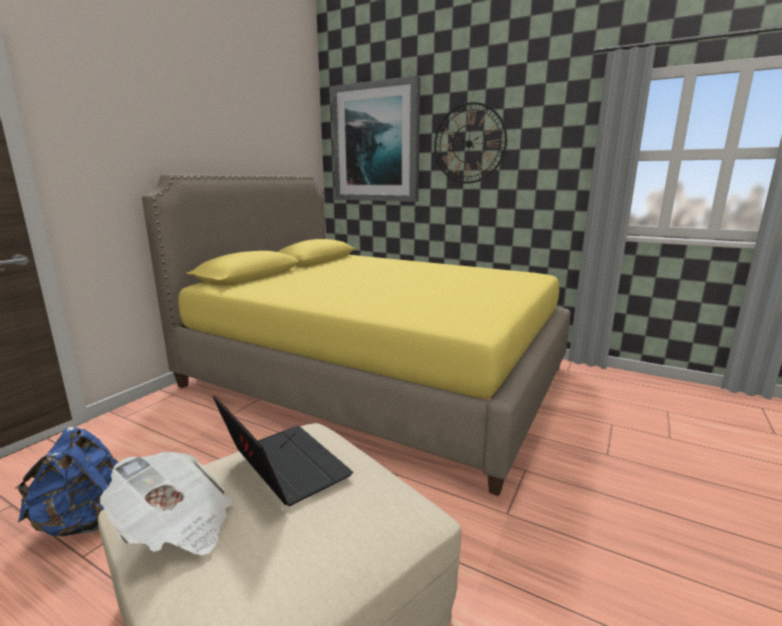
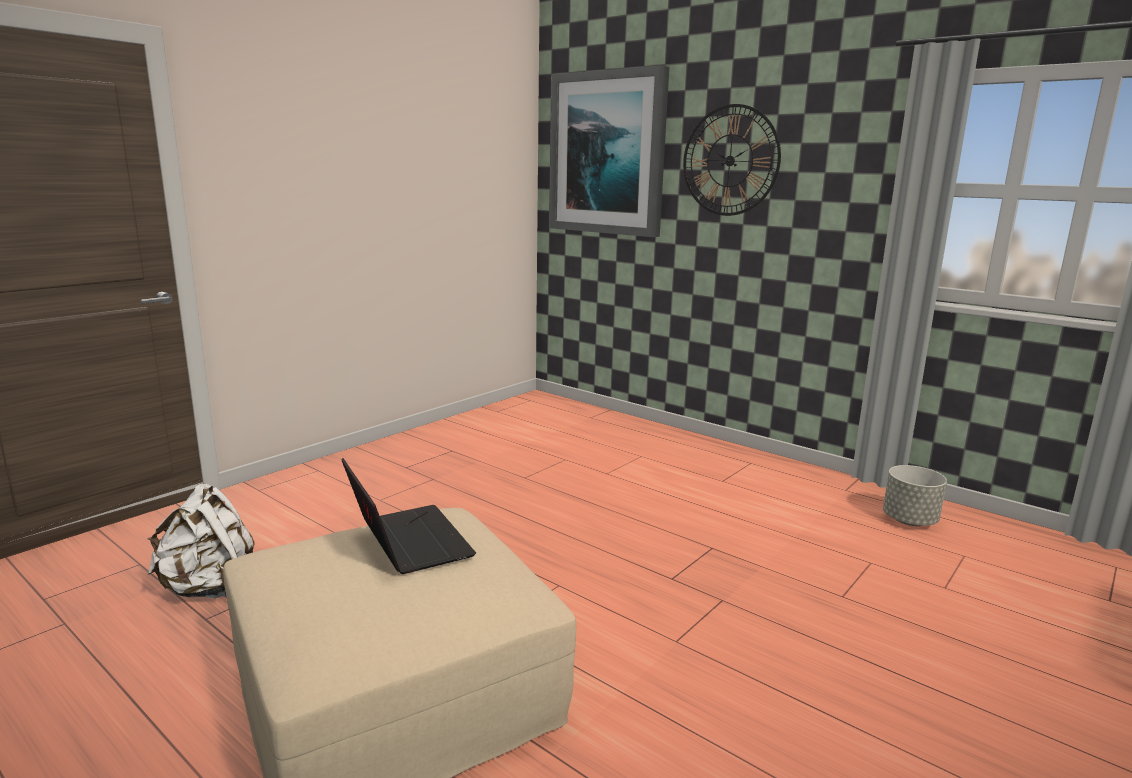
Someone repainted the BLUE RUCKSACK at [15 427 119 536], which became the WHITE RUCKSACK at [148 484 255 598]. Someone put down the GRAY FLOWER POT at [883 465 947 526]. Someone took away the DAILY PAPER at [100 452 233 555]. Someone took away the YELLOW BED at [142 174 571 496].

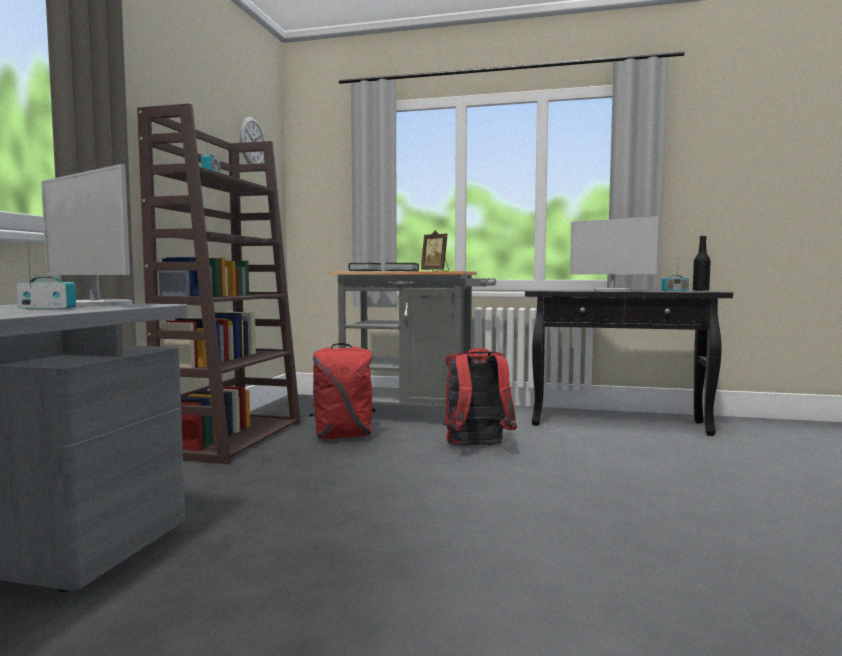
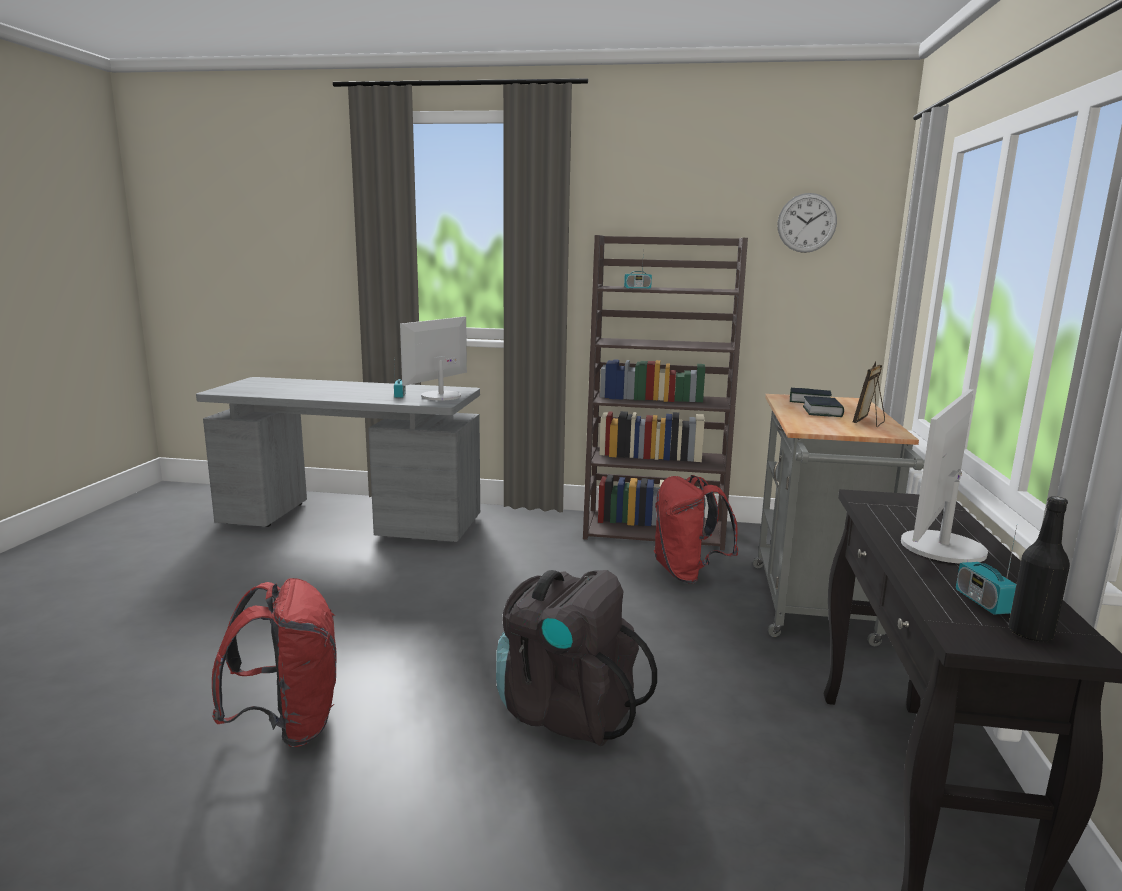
Someone carried the RED-COLOURED RUCKSACK from [443 348 517 445] to [212 578 337 747]. Someone put down the BLACKISH RUCKSACK at [496 570 657 746].

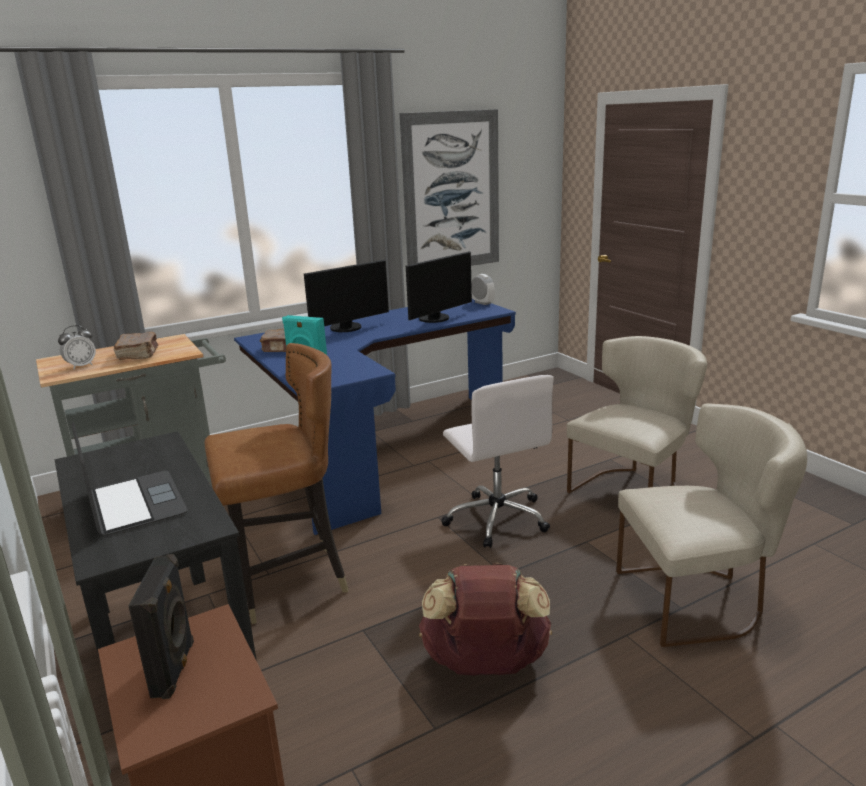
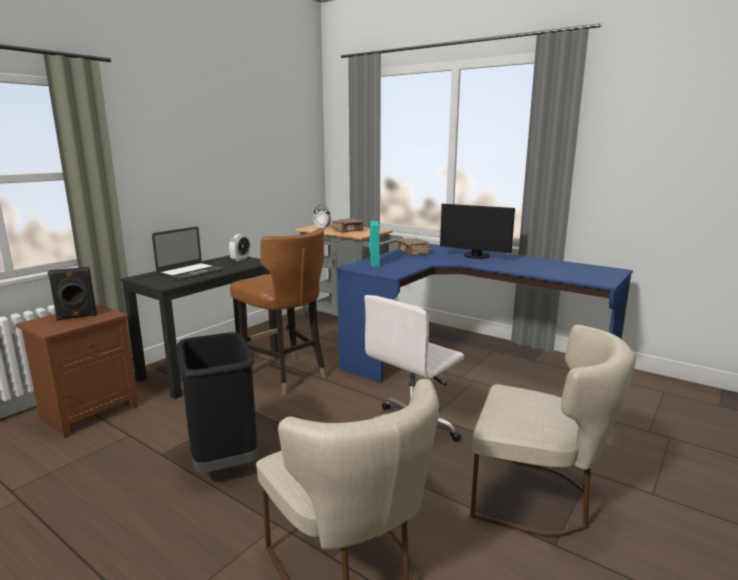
Someone swapped the BROWN-COLOURED RUCKSACK at [419 563 552 675] for the BLACKISH RUBBISH BIN at [176 332 258 473]. Someone carried the ALARM CLOCK from [471 274 495 305] to [229 234 250 261]. Someone took away the PICTURE at [400 109 499 266]. Someone took away the COMPUTER DISPLAY at [406 251 472 323].

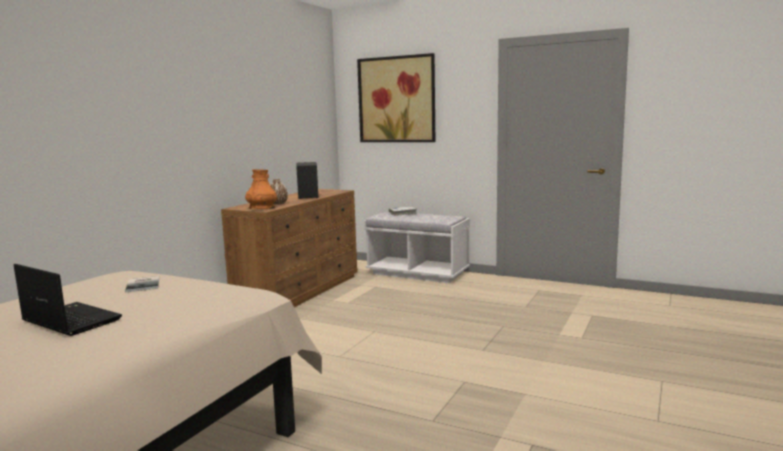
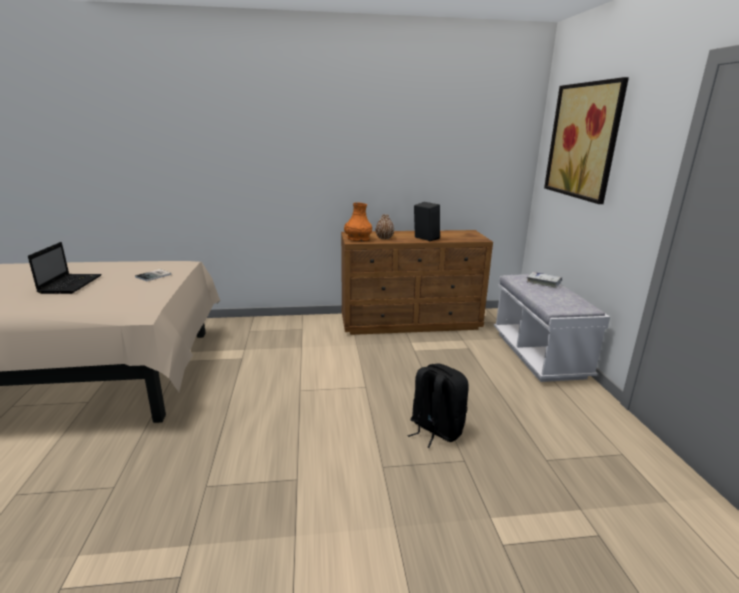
Someone put down the BLACKISH RUCKSACK at [408 364 469 448].

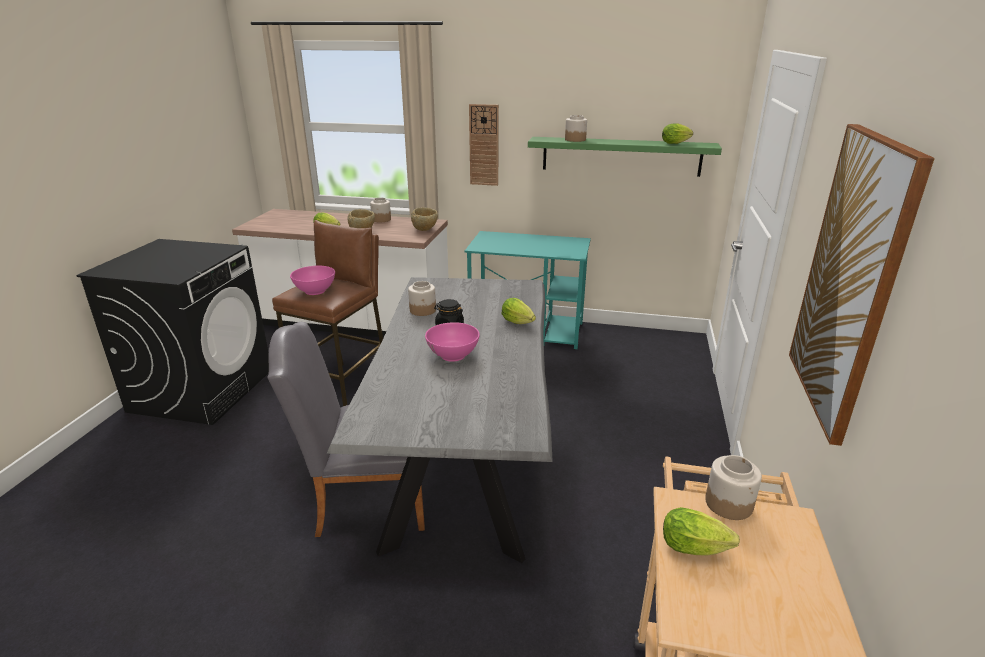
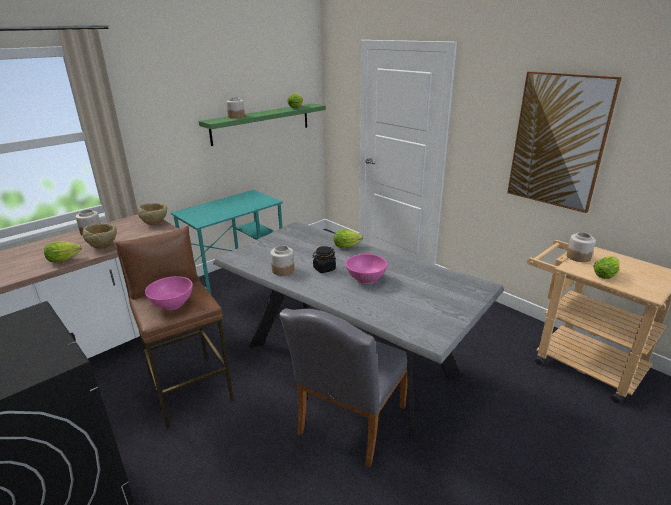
Someone took away the WALL CLOCK at [469 104 499 186].

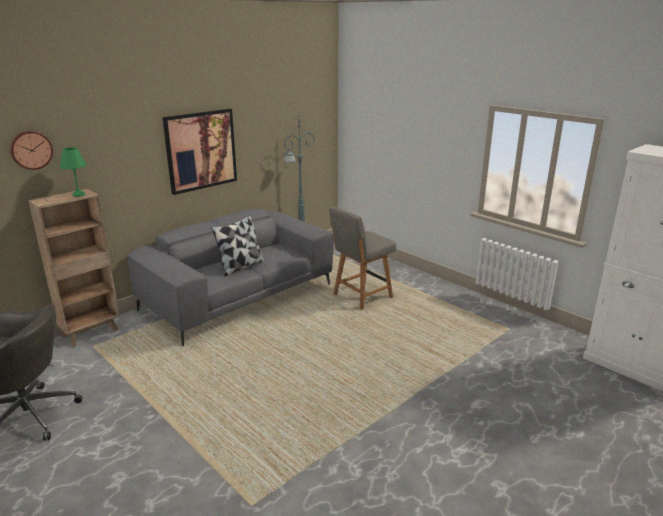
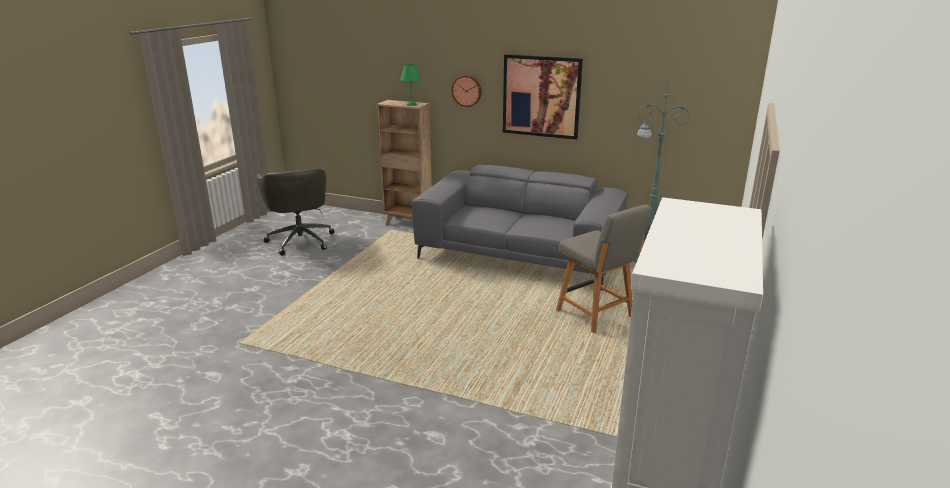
Someone carried the WALL CLOCK from [10 131 53 170] to [452 75 482 107]. Someone rotated the GRAY PLAIN CHAIR at [329 207 396 310] by 150 degrees counterclockwise. Someone took away the CUSHION at [211 215 264 276].

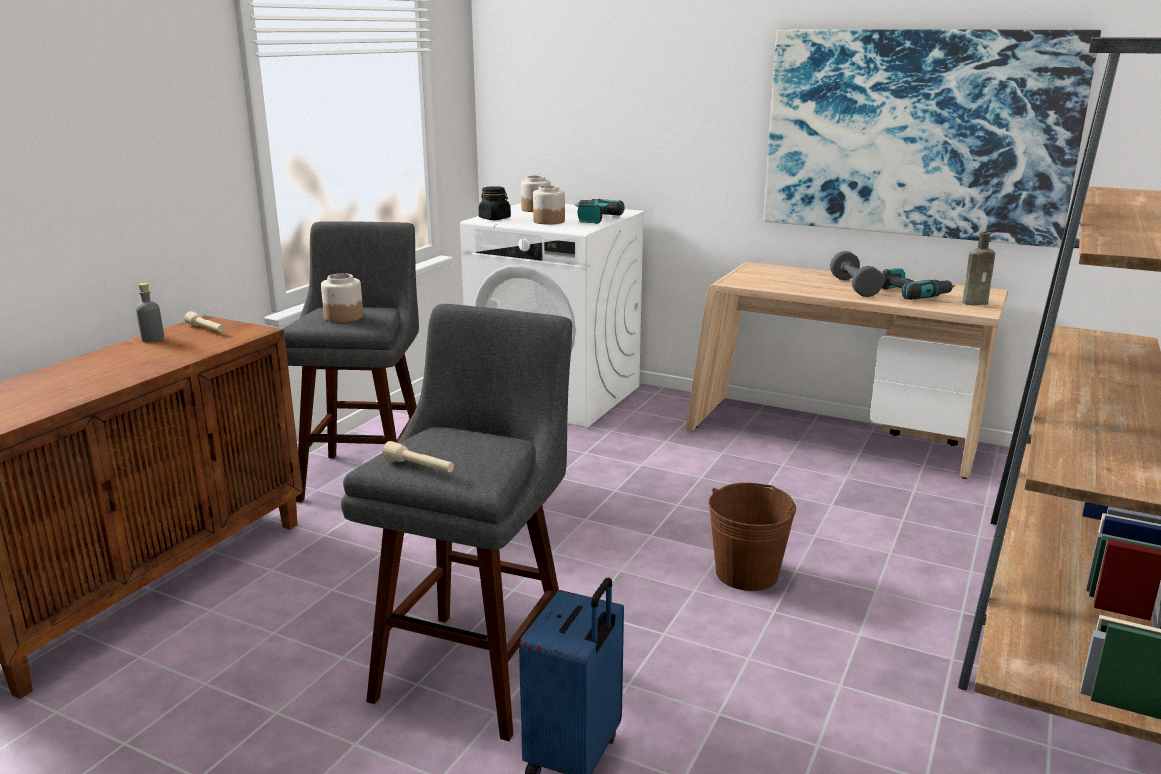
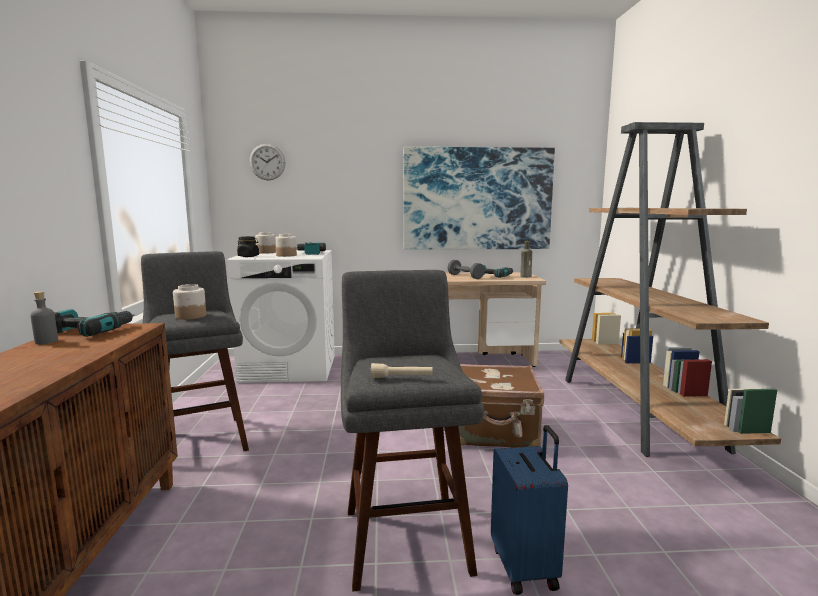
Someone swapped the BEIGE HAND TORCH at [184 311 225 332] for the DRILL at [54 309 134 337]. Someone put up the WALL CLOCK at [249 144 286 181]. Someone swapped the BROWN-COLOURED BUCKET at [709 483 796 591] for the BROWN-COLOURED TRAVEL CASE at [459 364 544 448].

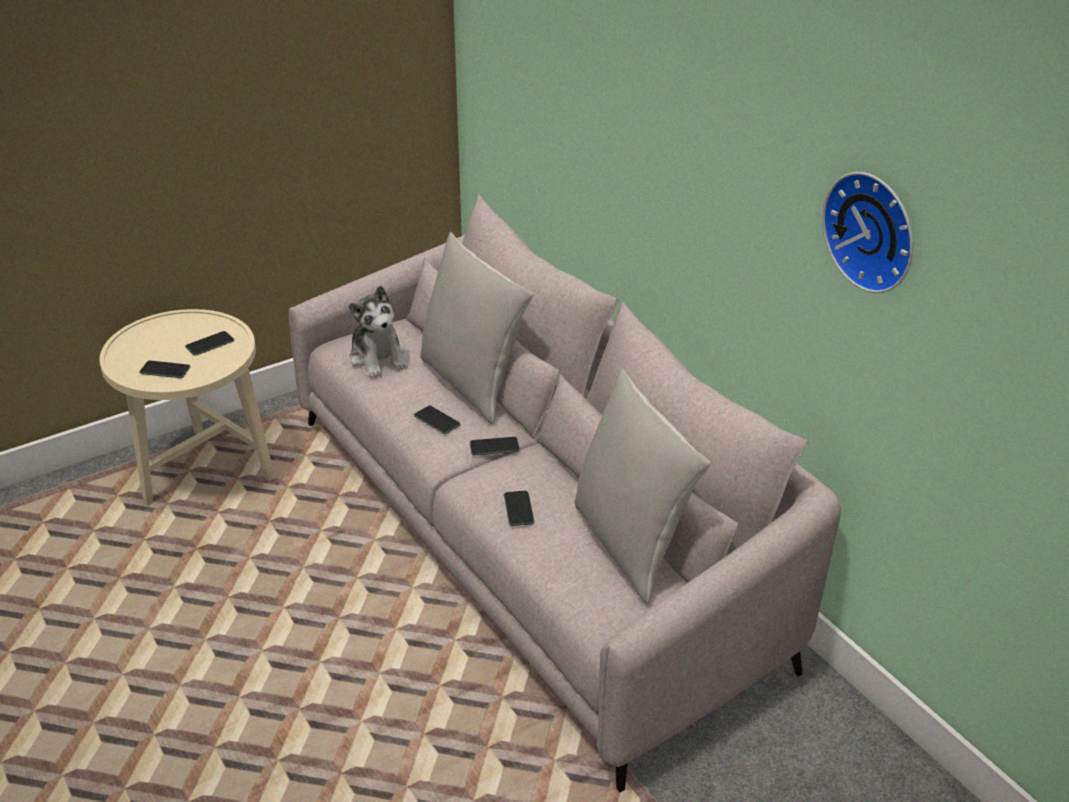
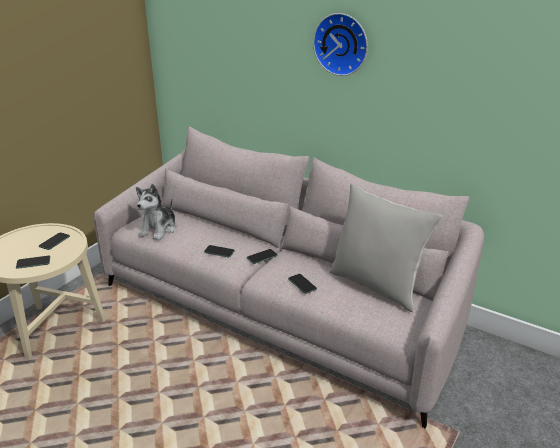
Someone rotated the SOFT TOY at [349 285 408 378] by 75 degrees clockwise. Someone carried the WALL CLOCK from [822 172 913 293] to [313 13 368 76]. Someone took away the GRAY CUSHION at [420 232 533 424].

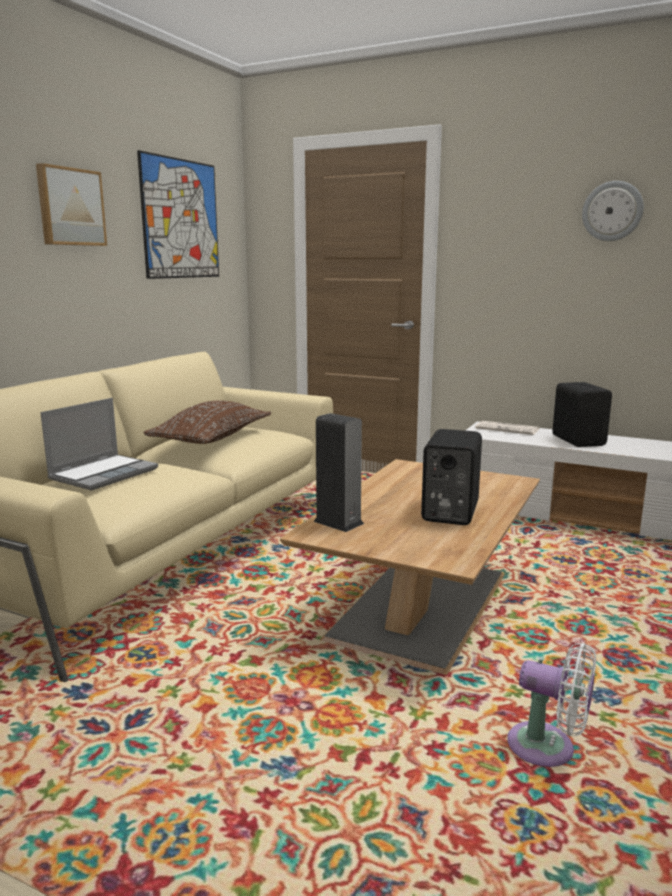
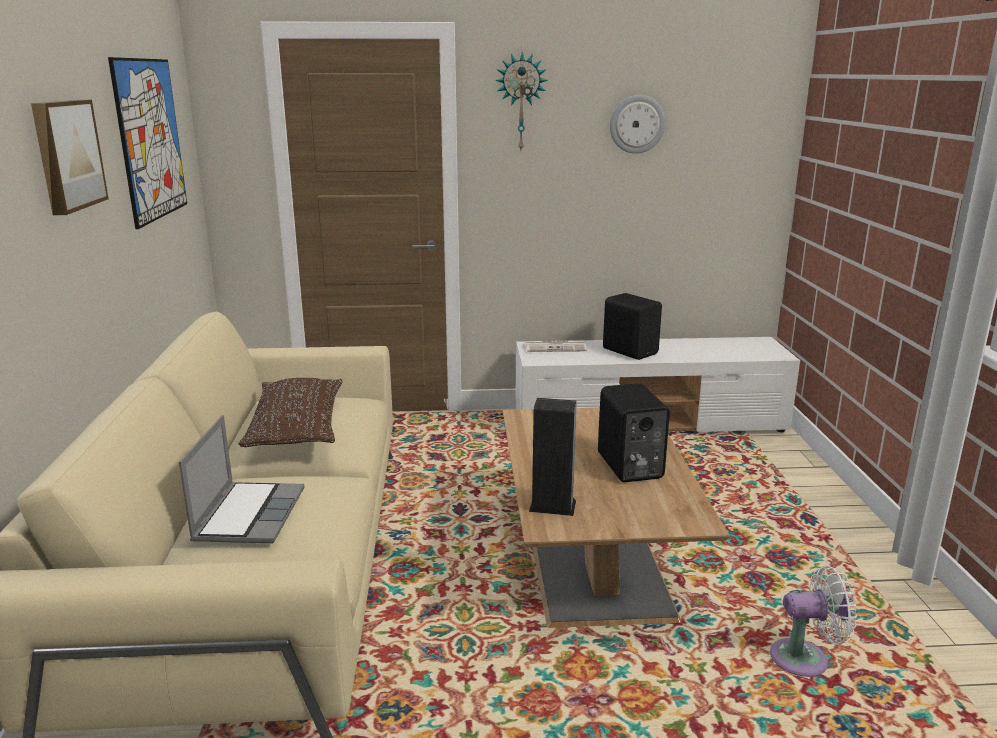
Someone put up the WALL CLOCK at [495 52 548 150].

